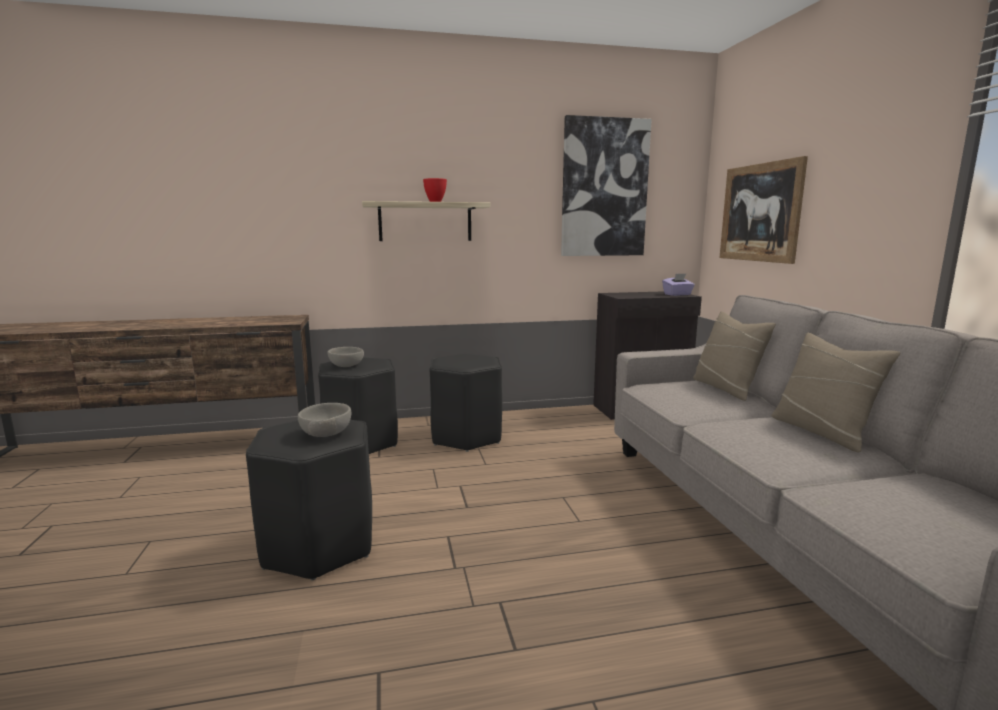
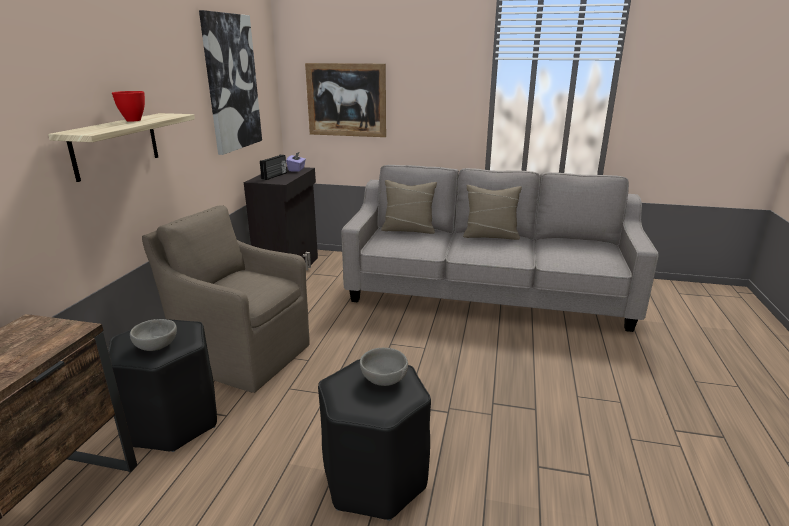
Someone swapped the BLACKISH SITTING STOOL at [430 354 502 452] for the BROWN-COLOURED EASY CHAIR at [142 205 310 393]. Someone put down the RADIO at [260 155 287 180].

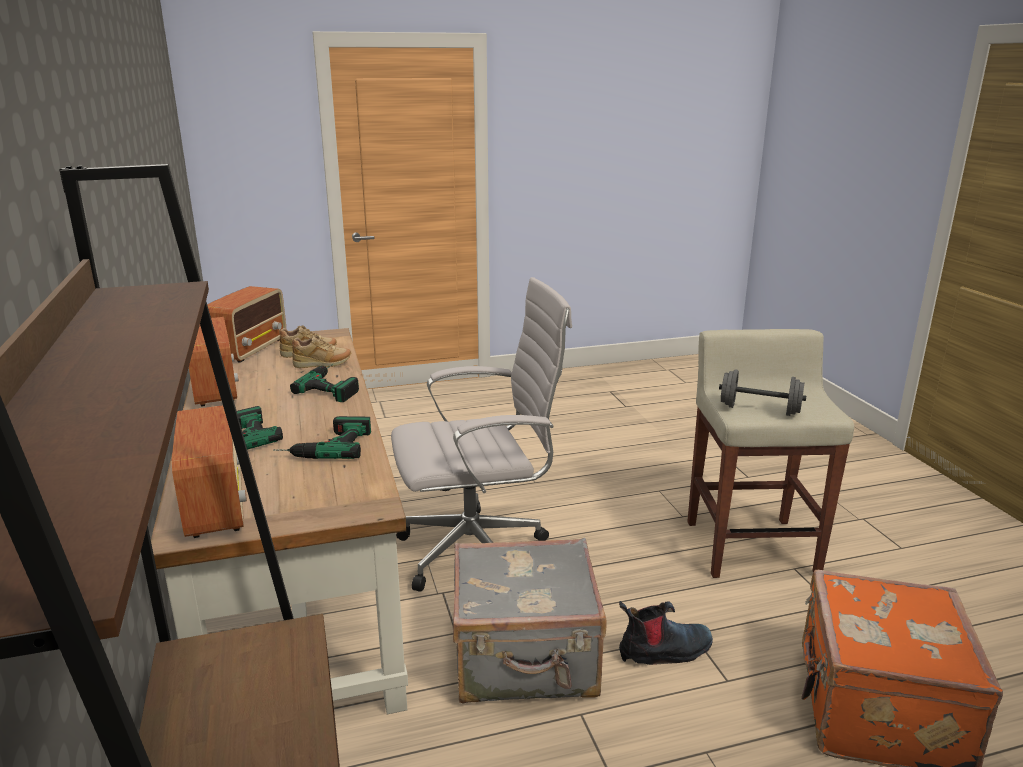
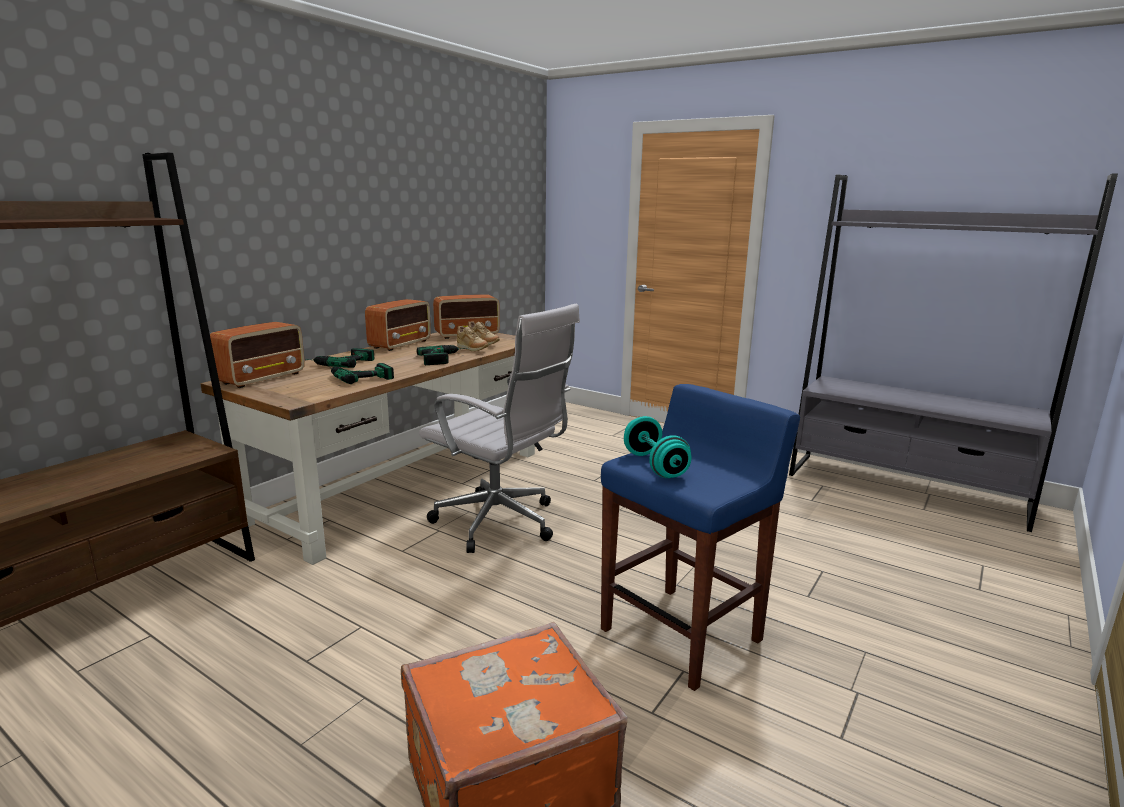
Someone repainted the BEIGE SITTING STOOL at [687 329 854 578], which became the BLUE SITTING STOOL at [601 384 800 691]. Someone repainted the GRAY DUMBBELL at [719 370 806 416], which became the BLUE-GREEN DUMBBELL at [624 416 691 478]. Someone put down the GRAY SHELVING UNIT at [789 174 1118 532]. Someone took away the GRAY TRAVEL CASE at [453 538 607 704]. Someone took away the TALL BOOT at [619 601 713 665].

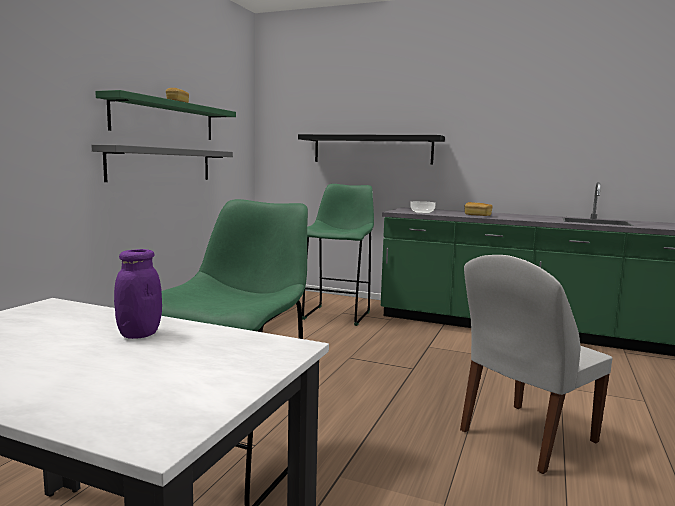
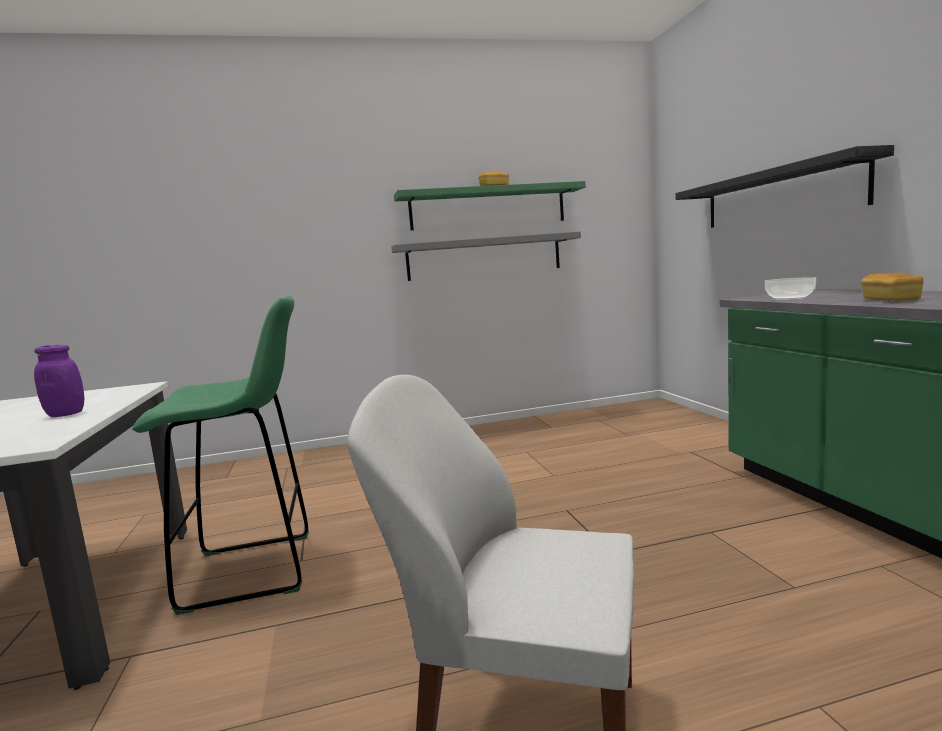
Someone took away the GREEN-COLOURED SITTING STOOL at [302 184 374 326].

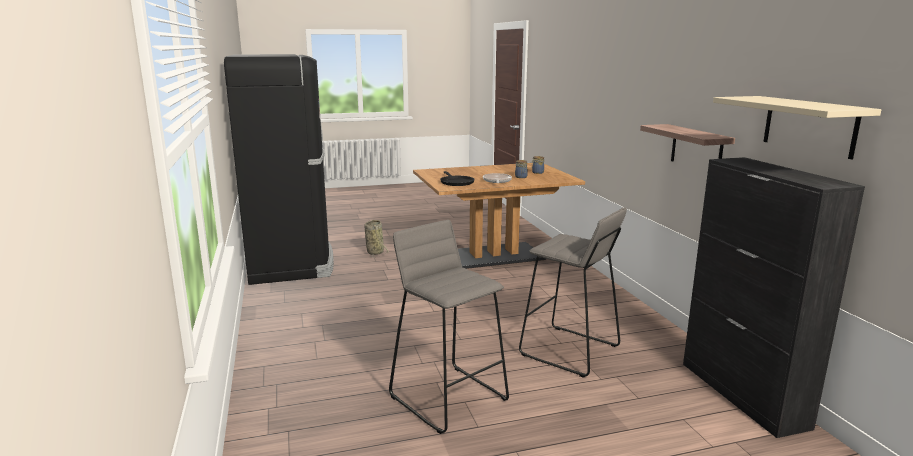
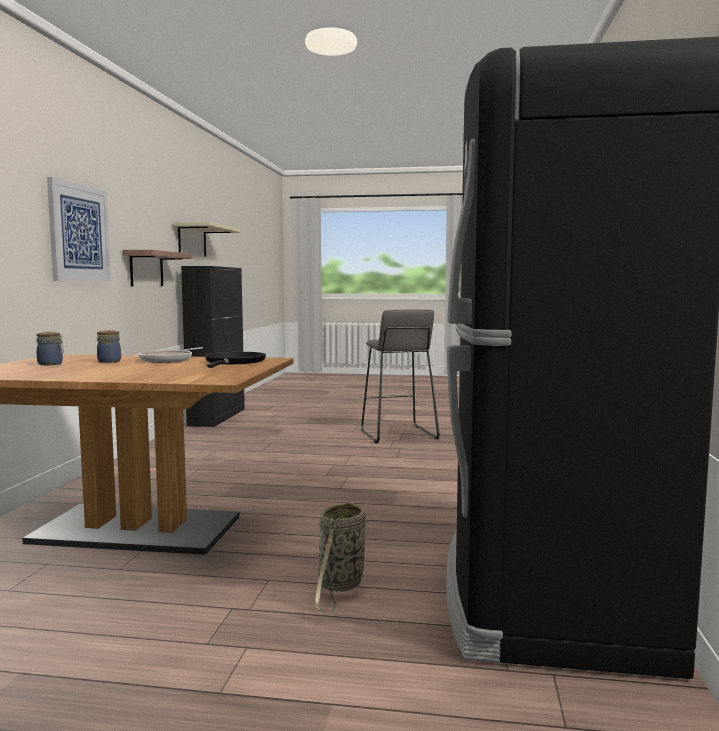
Someone put up the PICTURE at [47 177 111 281]. Someone took away the GRAY SITTING STOOL at [519 207 627 378].

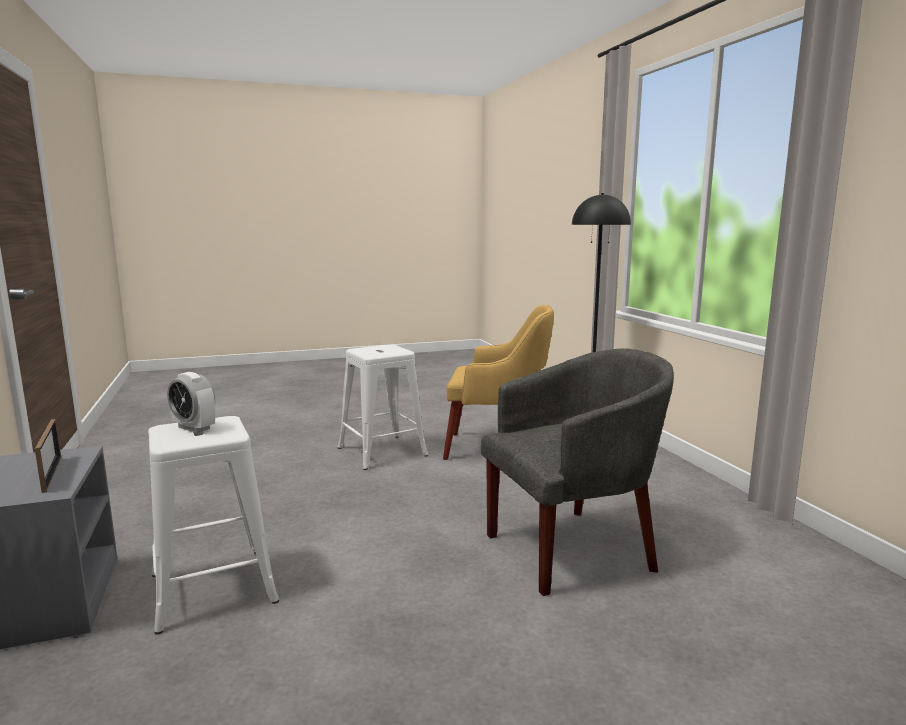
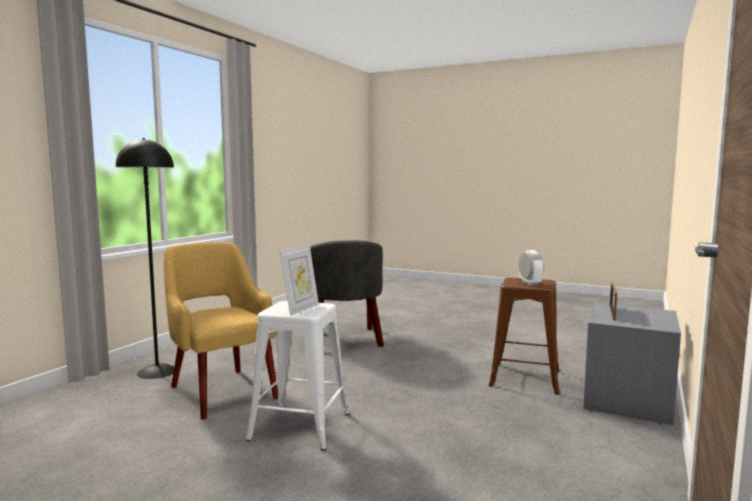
Someone put down the STANDING FRAME at [280 245 319 316]. Someone rotated the GRAY EASY CHAIR at [481 348 674 596] by 120 degrees counterclockwise. Someone repainted the WHITE SITTING STOOL at [148 416 279 635], which became the BROWN-COLOURED SITTING STOOL at [489 278 560 395].

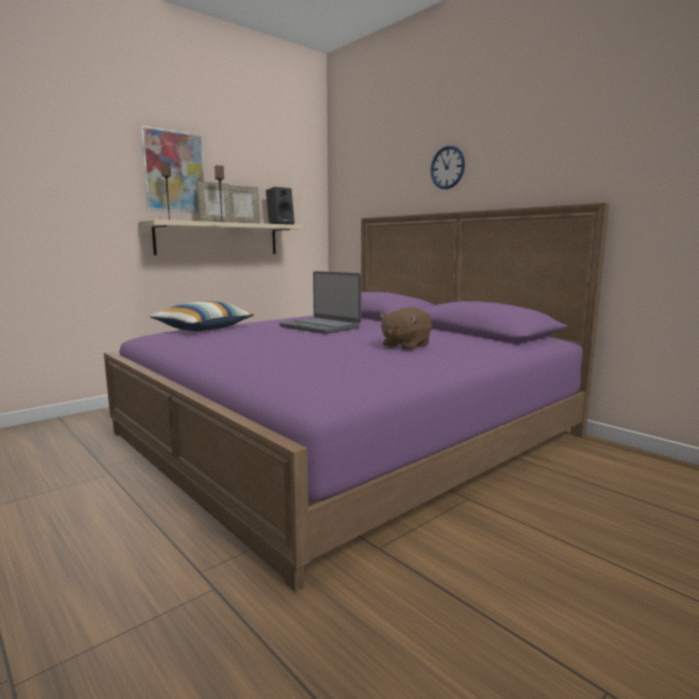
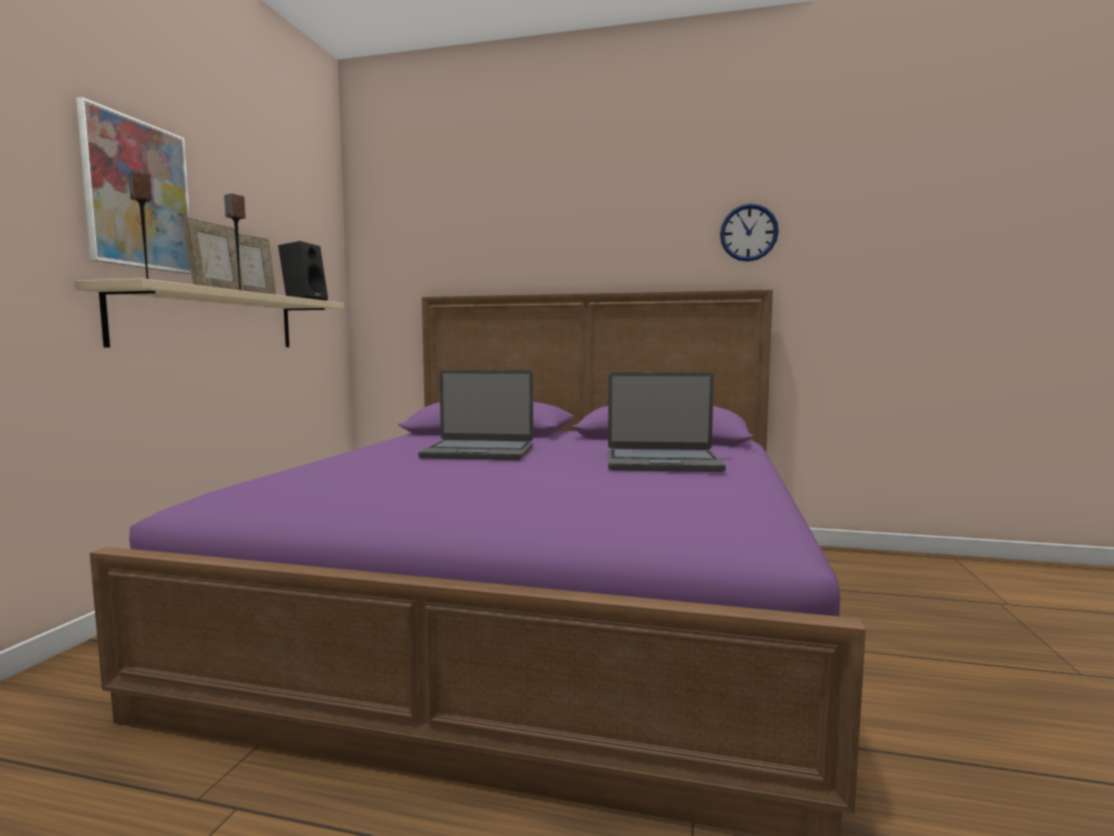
Someone swapped the BROWN-COLOURED SOFT TOY at [380 307 432 350] for the NOTEBOOK COMPUTER at [608 372 726 472]. Someone carried the WALL CLOCK from [431 145 465 189] to [720 204 779 262]. Someone took away the CUSHION at [150 301 254 331].

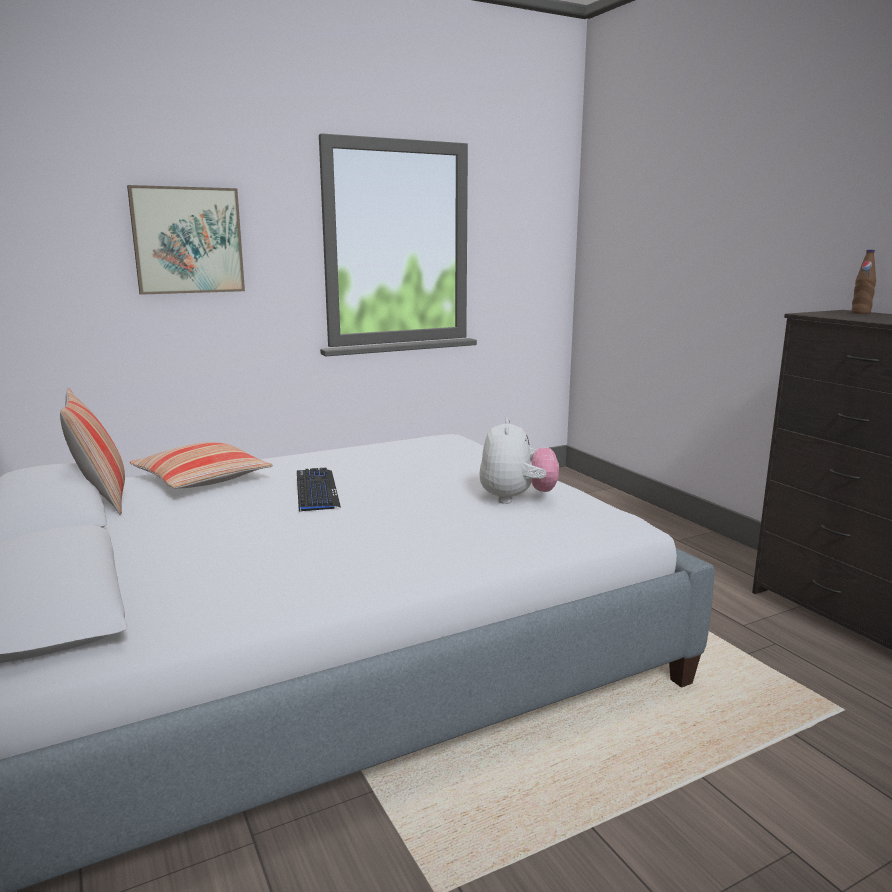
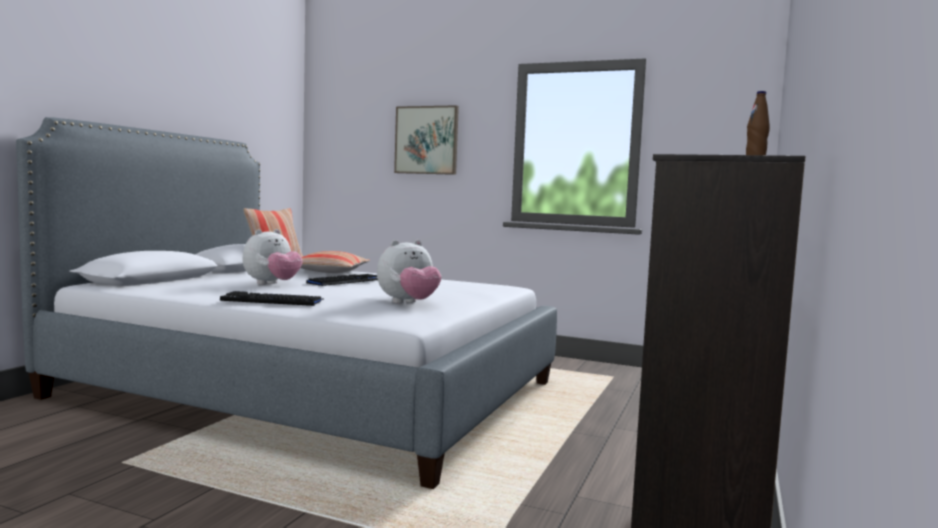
Someone put down the PC KEYBOARD at [220 291 324 306]. Someone put down the SOFT TOY at [242 229 303 285].

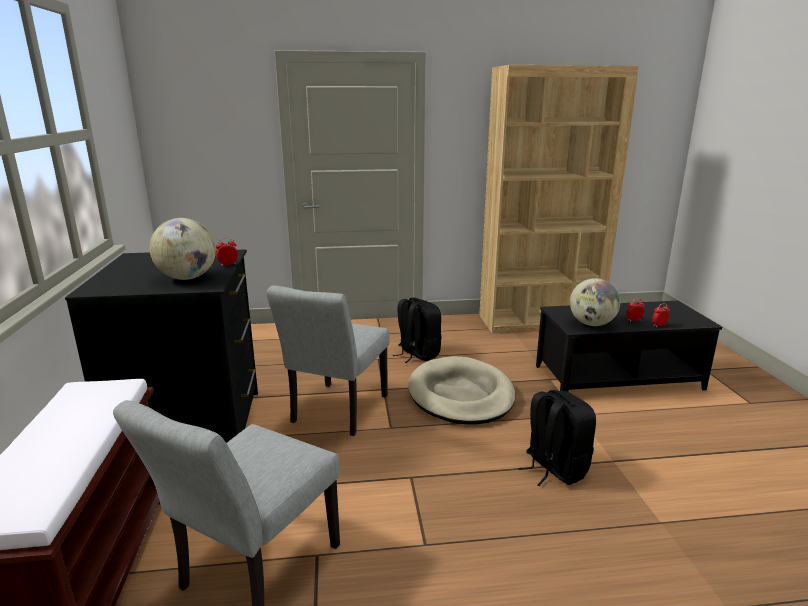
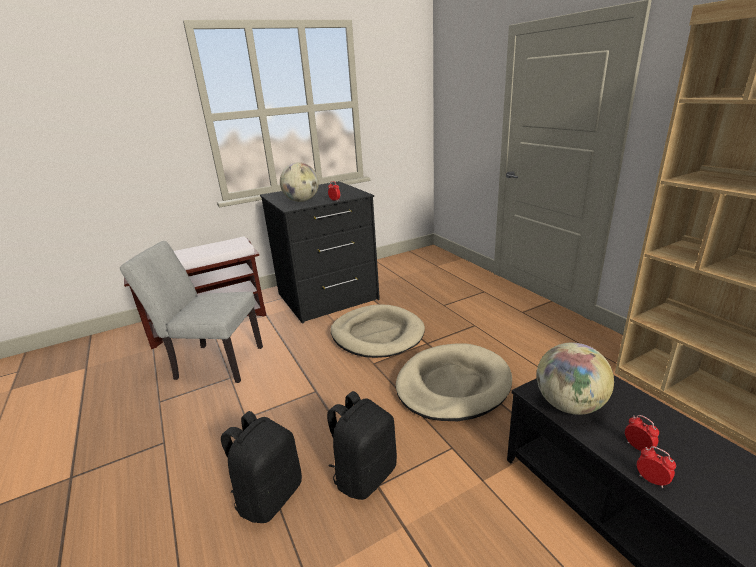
Someone carried the BLACKISH RUCKSACK from [393 298 441 363] to [221 411 302 523]. Someone swapped the GRAY PLAIN CHAIR at [267 285 390 436] for the BEIGE PET BED at [330 304 425 358].

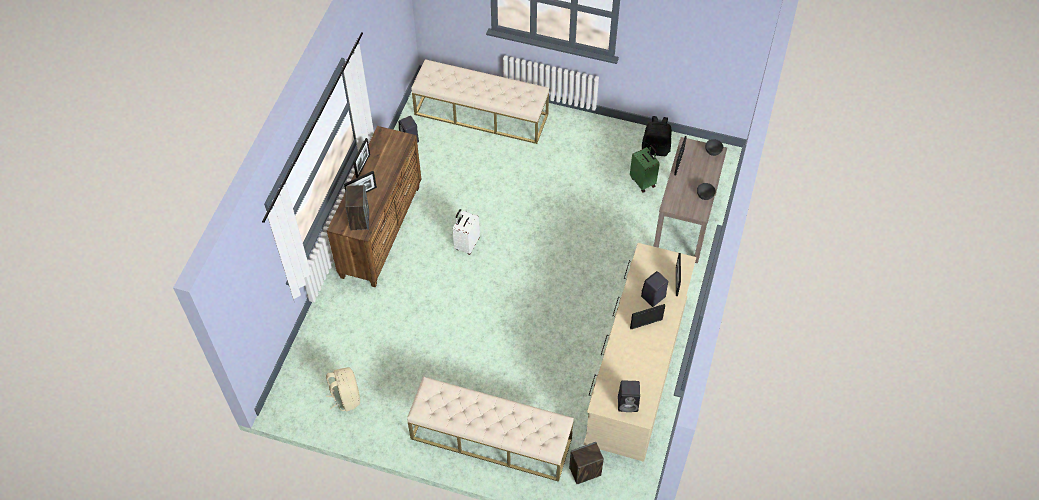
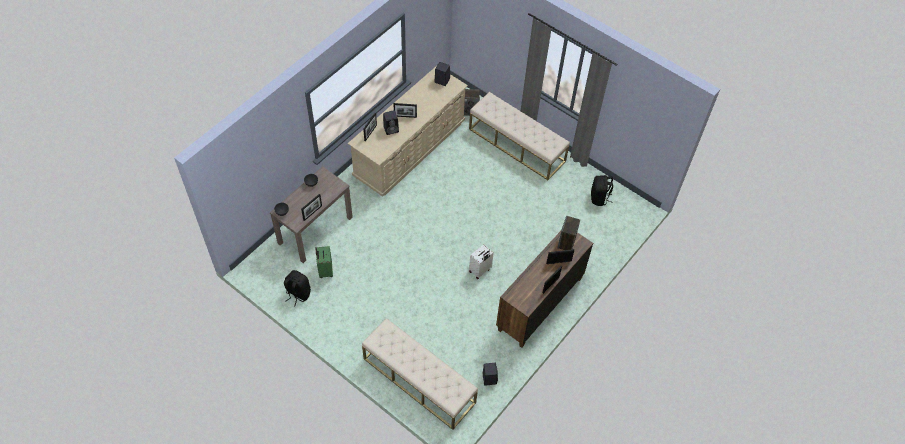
Someone repainted the BEIGE RUCKSACK at [326 367 360 411], which became the BLACKISH RUCKSACK at [591 175 613 206].

